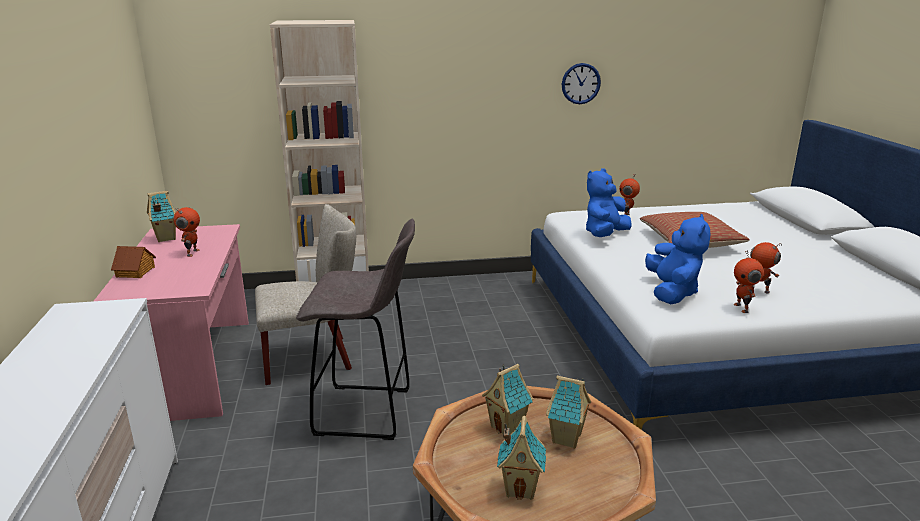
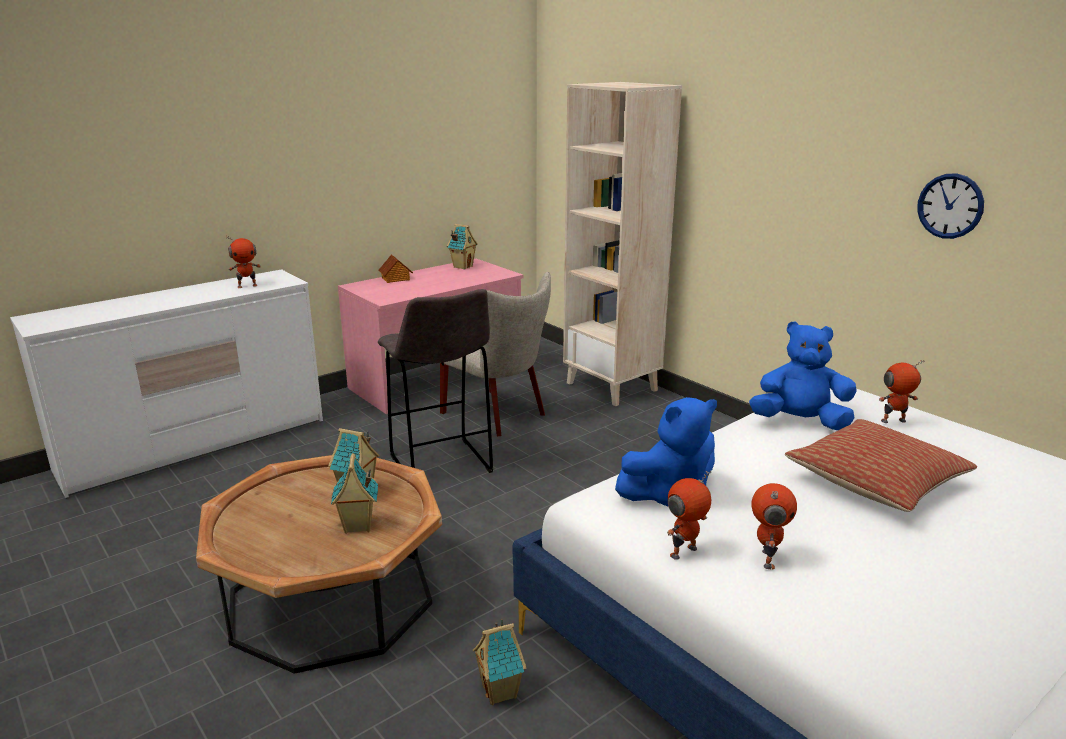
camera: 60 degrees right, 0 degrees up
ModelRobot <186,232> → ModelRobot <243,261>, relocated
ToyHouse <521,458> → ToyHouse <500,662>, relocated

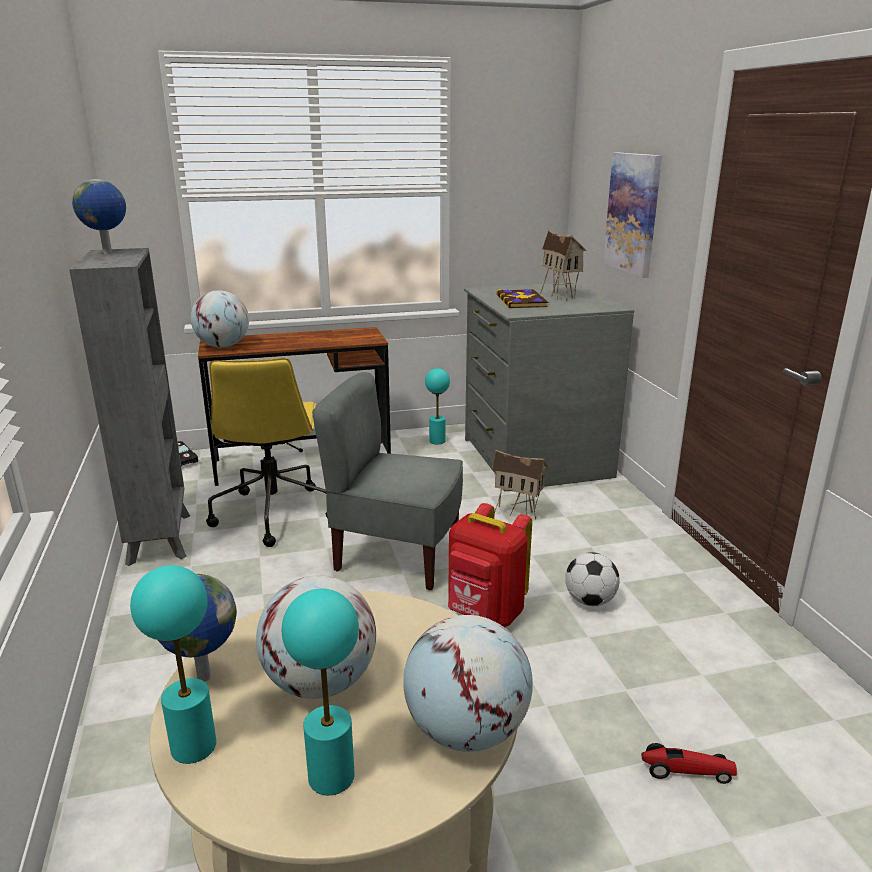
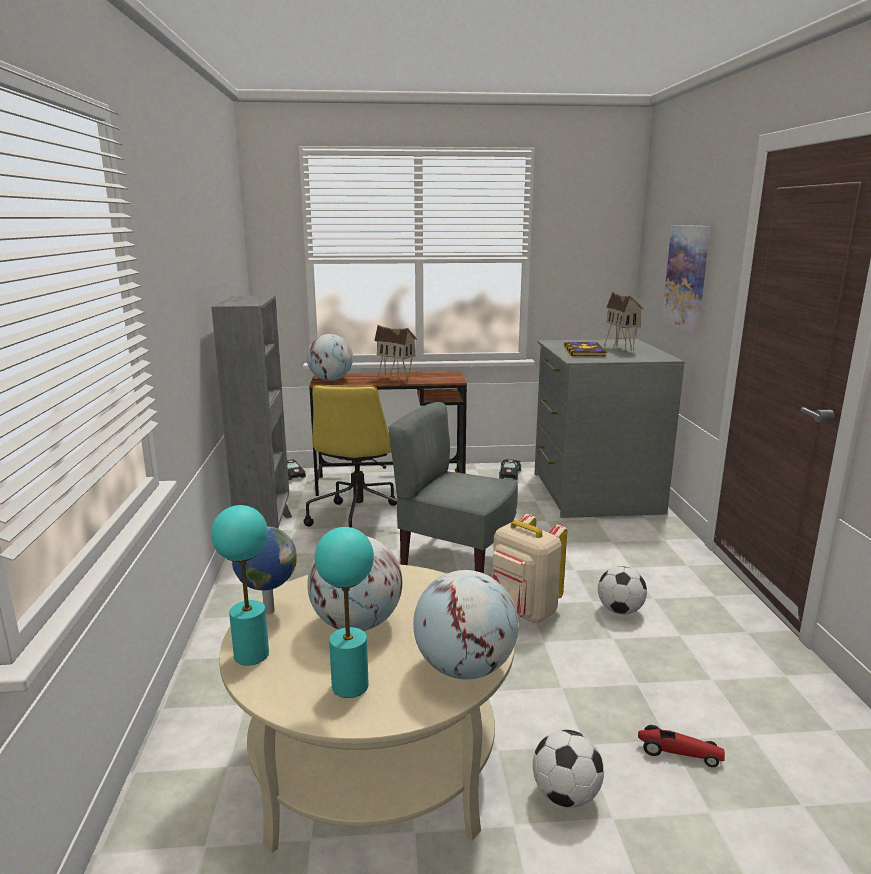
camera: 10 degrees right, 5 degrees down
WorldGlobe <99,216> → -
- → BallForFootball <568,769>
ToyHouse <520,485> → ToyHouse <395,353>, relocated
TurquoiseLampForATable <437,406> → BlackishToyCar <510,469>
ReddishBackpack <490,565> → BeigeColouredBackpack <529,568>

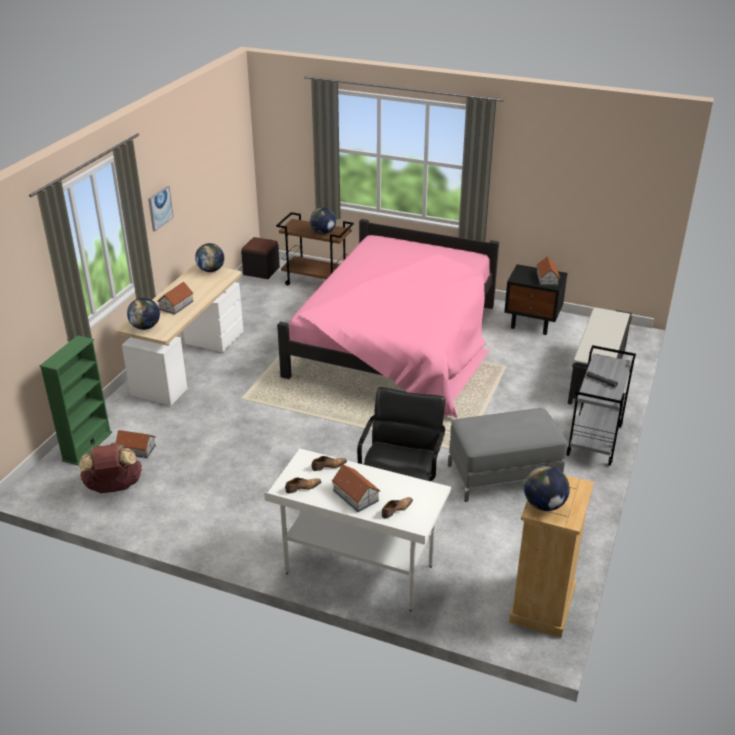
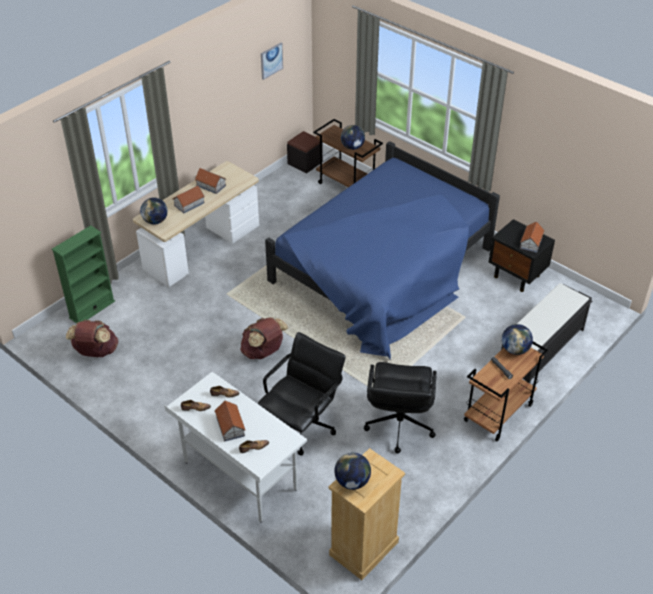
camera: 20 degrees right, 10 degrees up
- → BrownBackpack <264,338>
ToyHouse <136,444> → ToyHouse <210,181>, relocated
WallArt <161,208> → WallArt <272,61>, relocated
WorldGlobe <209,257> → WorldGlobe <517,339>, relocated
GreyFootrest <507,455> → BlackishDeskChair <400,407>
PinkBed <388,318> → BlueColouredBed <382,250>
GreyWheeledCart <601,405> → BrownWheeledCart <506,391>

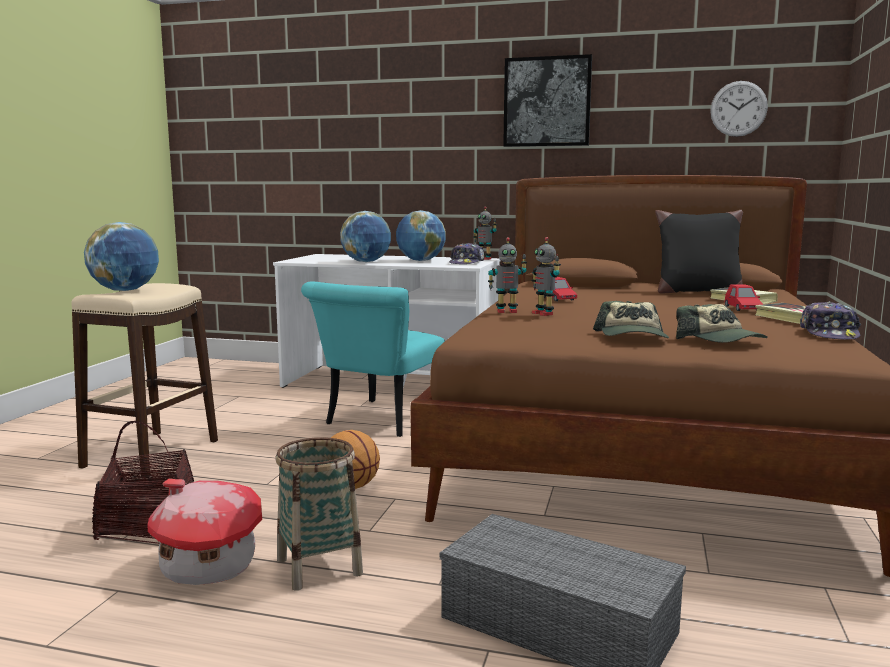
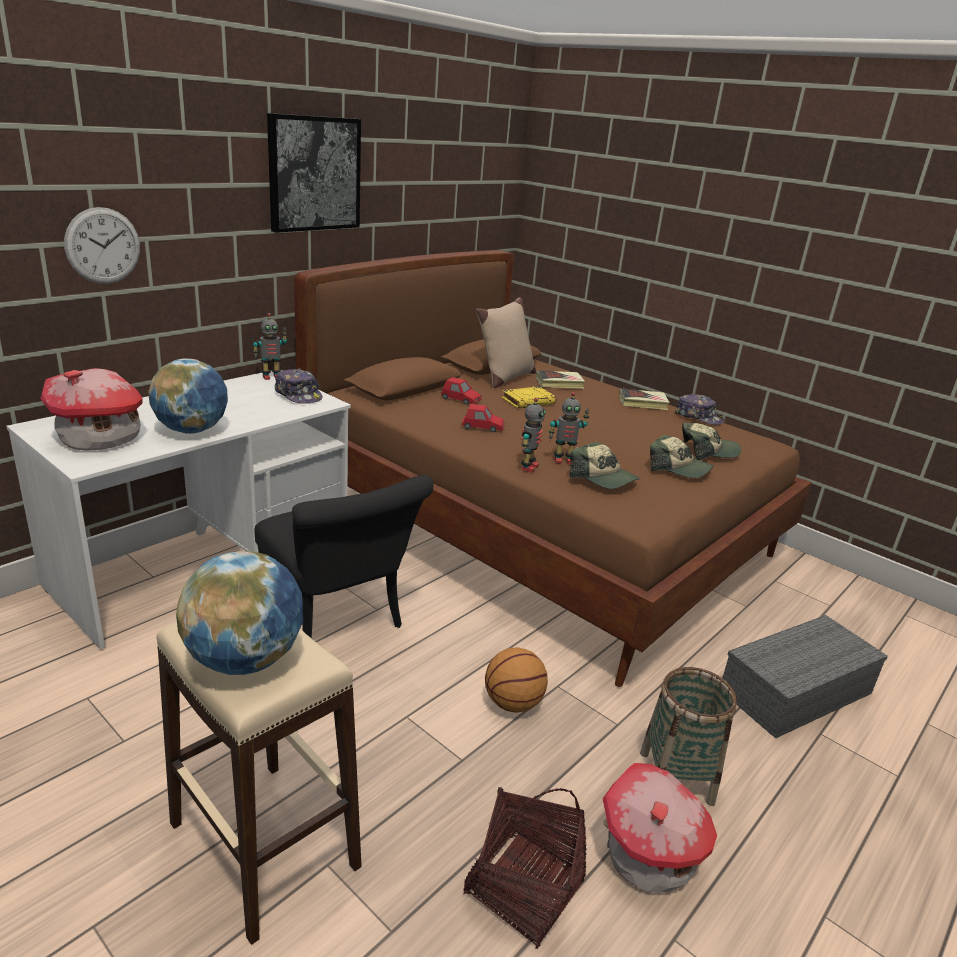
camera: 65 degrees left, 15 degrees up
WorldGlobe <421,235> → -
- → ToyHouse <92,409>
- → YellowColouredBook <529,397>
- → Cap <604,465>
ClockOnTheWall <739,109> → ClockOnTheWall <102,245>, relocated
ReddishToyCar <743,298> → ReddishToyCar <461,391>, relocated
TurquoiseUprightChair <373,359> → BlackishUprightChair <344,557>
BlackishCushion <699,252> → BeigeColouredCushion <506,342>

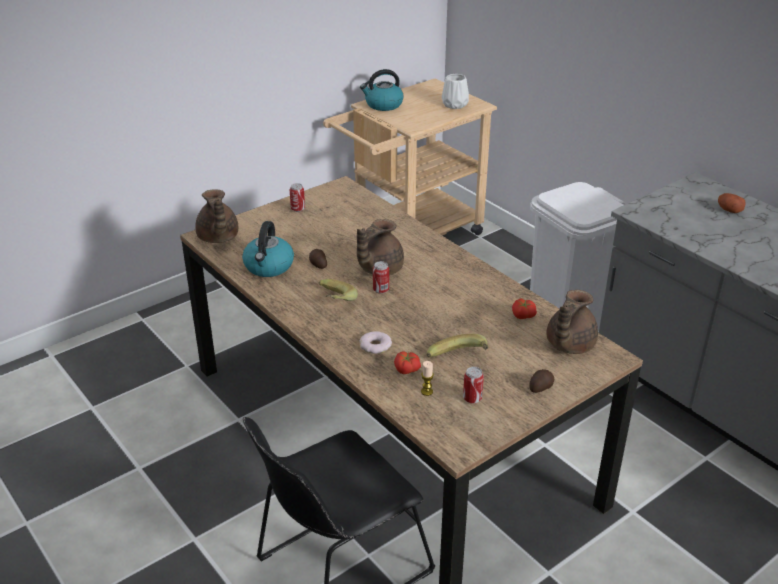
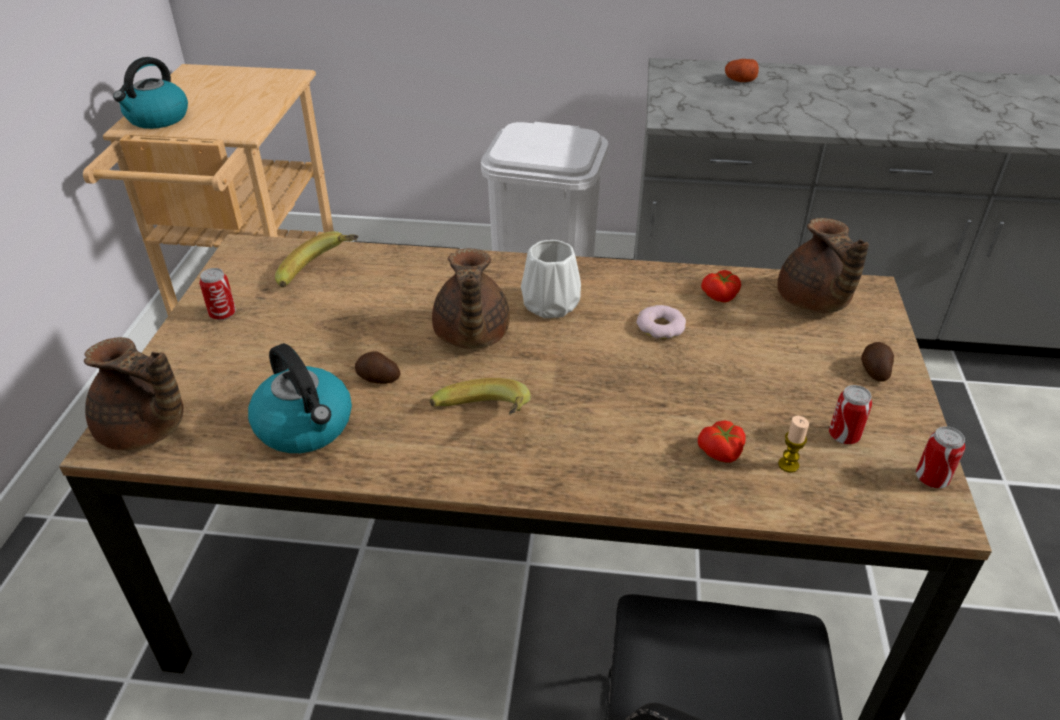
camera: 45 degrees left, 5 degrees up
Doughnut <376,342> → Doughnut <661,322>, relocated
SealedCan <381,277> → SealedCan <940,457>, relocated
BananaFruit <457,345> → BananaFruit <317,259>, relocated
WhiteColouredVase <455,91> → WhiteColouredVase <551,279>, relocated

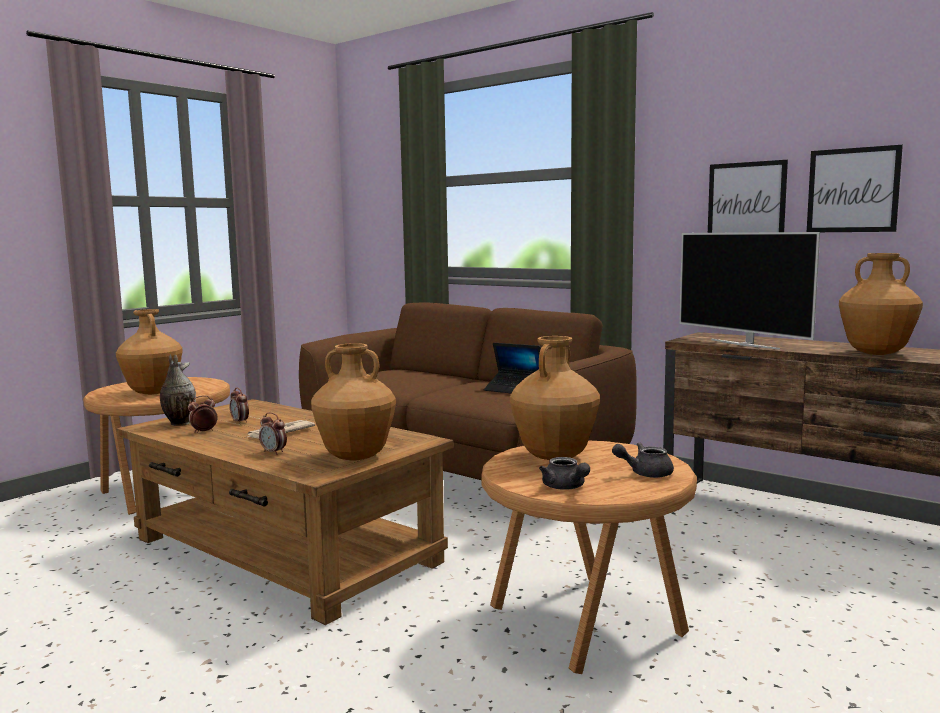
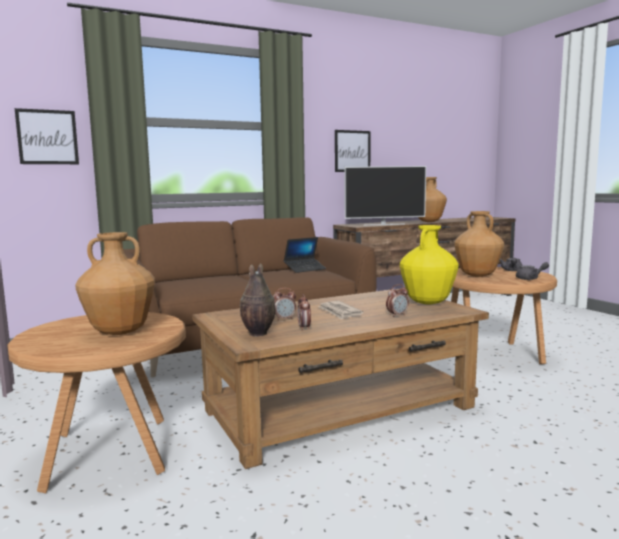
camera: 65 degrees left, 0 degrees up
WallArt <855,188> → WallArt <47,136>, relocated
BrownVase <353,402> → YellowColouredVase <429,265>

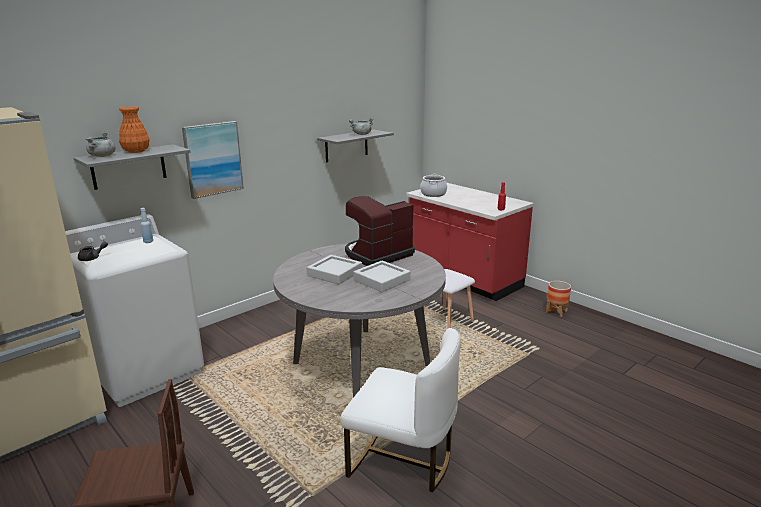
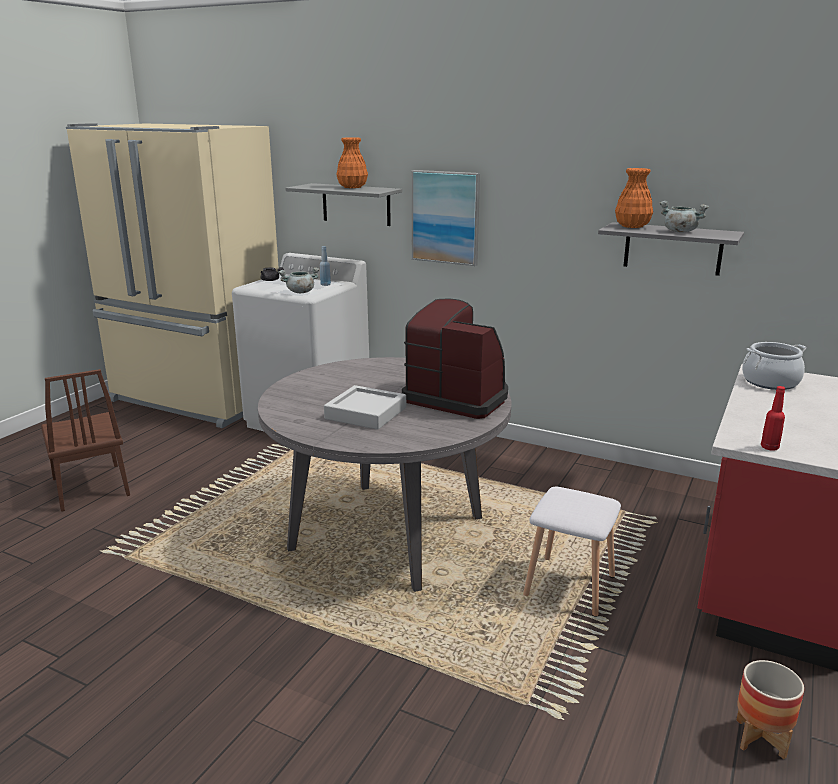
camera: 70 degrees right, 0 degrees up
GreyTray <334,269> → -
WhiteColouredUprightChair <400,410> → -
- → OrangeColouredVase <634,198>
GreyCookingPot <100,144> → GreyCookingPot <298,280>, relocated

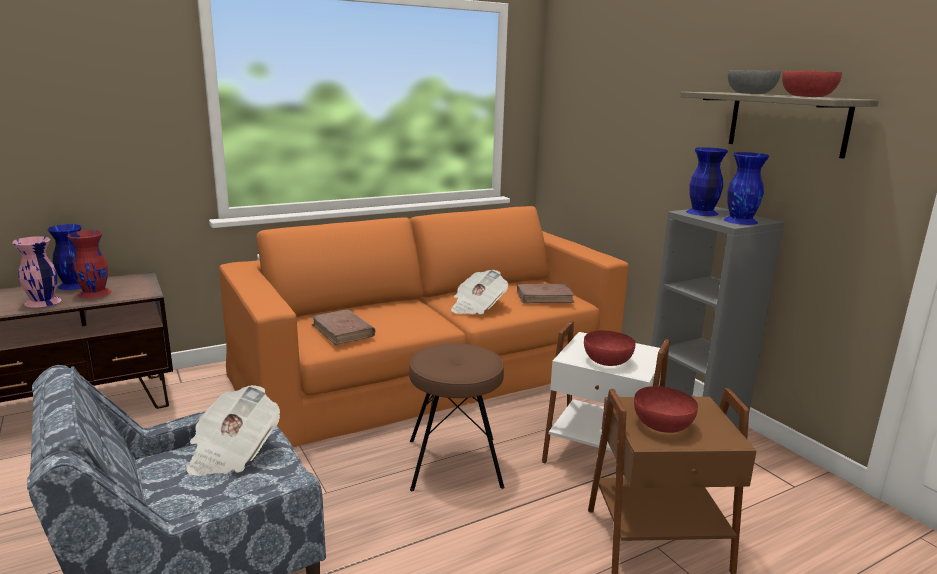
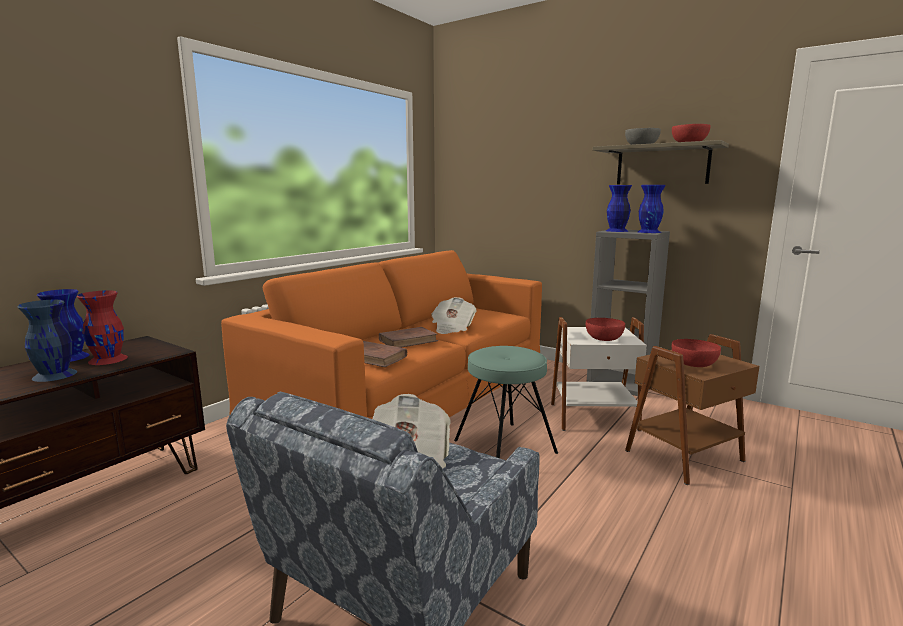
camera: 25 degrees left, 5 degrees down
BrownBook <546,293> → BrownBook <408,337>, relocated
PinkVase <37,271> → BlueColouredVase <47,341>
BrownSittingStool <457,417> → TurquoiseSittingStool <506,402>

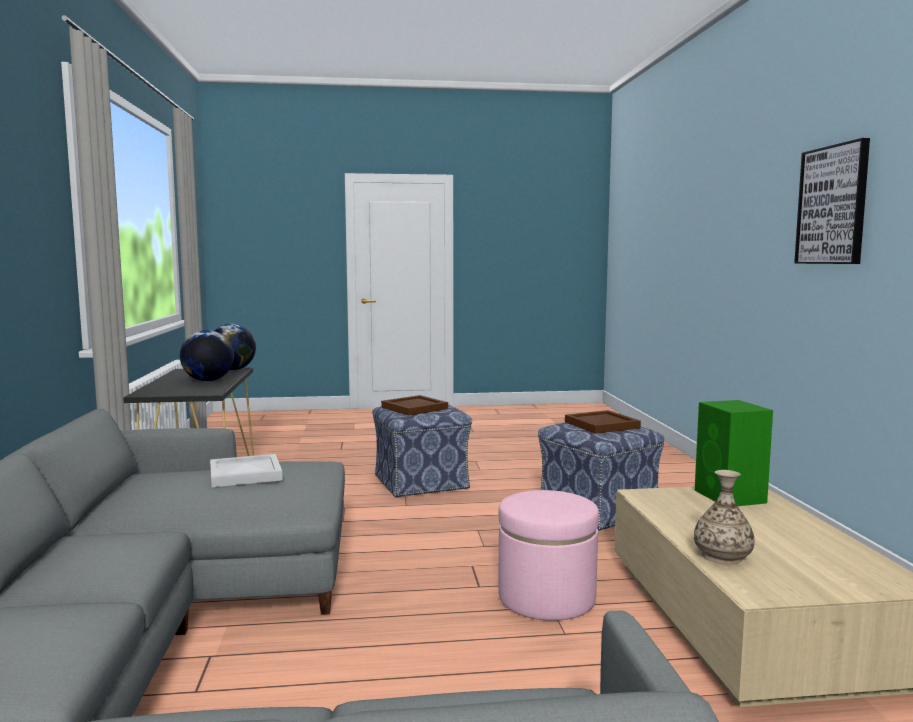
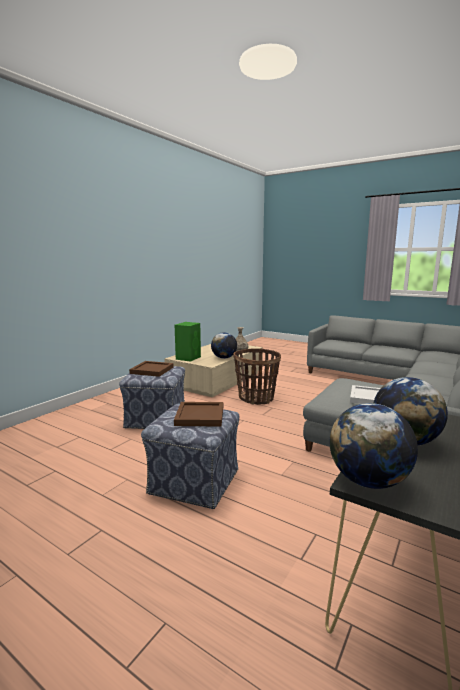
camera: 140 degrees left, 5 degrees up
WallArt <832,201> → -
- → WorldGlobe <224,345>
PinkFootrest <548,555> → Basket <257,376>

